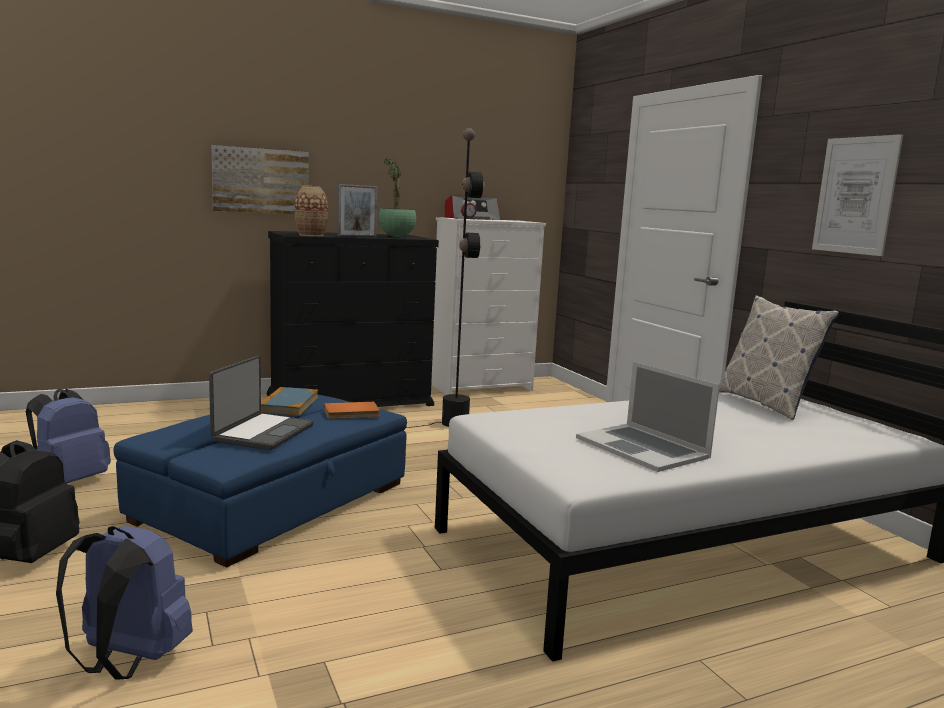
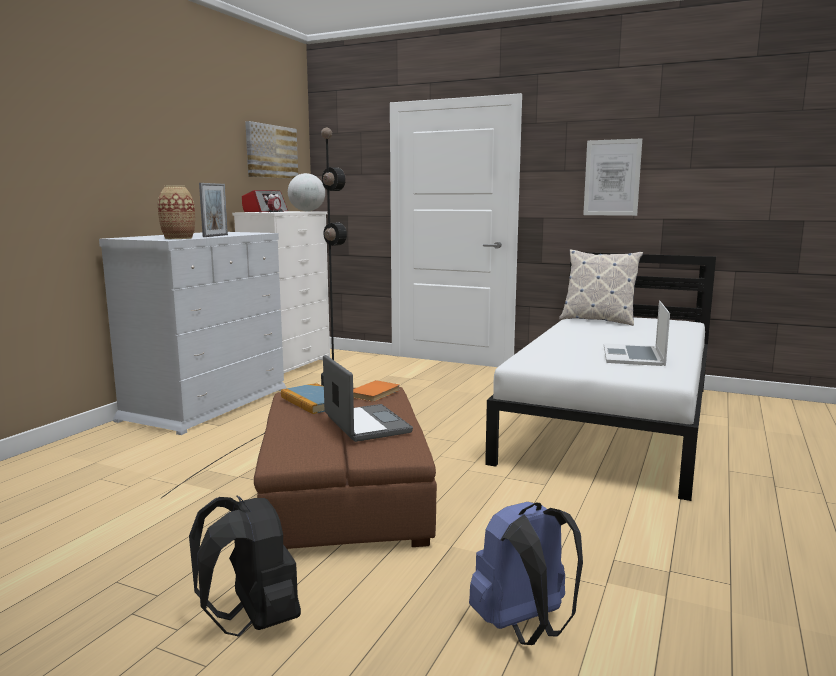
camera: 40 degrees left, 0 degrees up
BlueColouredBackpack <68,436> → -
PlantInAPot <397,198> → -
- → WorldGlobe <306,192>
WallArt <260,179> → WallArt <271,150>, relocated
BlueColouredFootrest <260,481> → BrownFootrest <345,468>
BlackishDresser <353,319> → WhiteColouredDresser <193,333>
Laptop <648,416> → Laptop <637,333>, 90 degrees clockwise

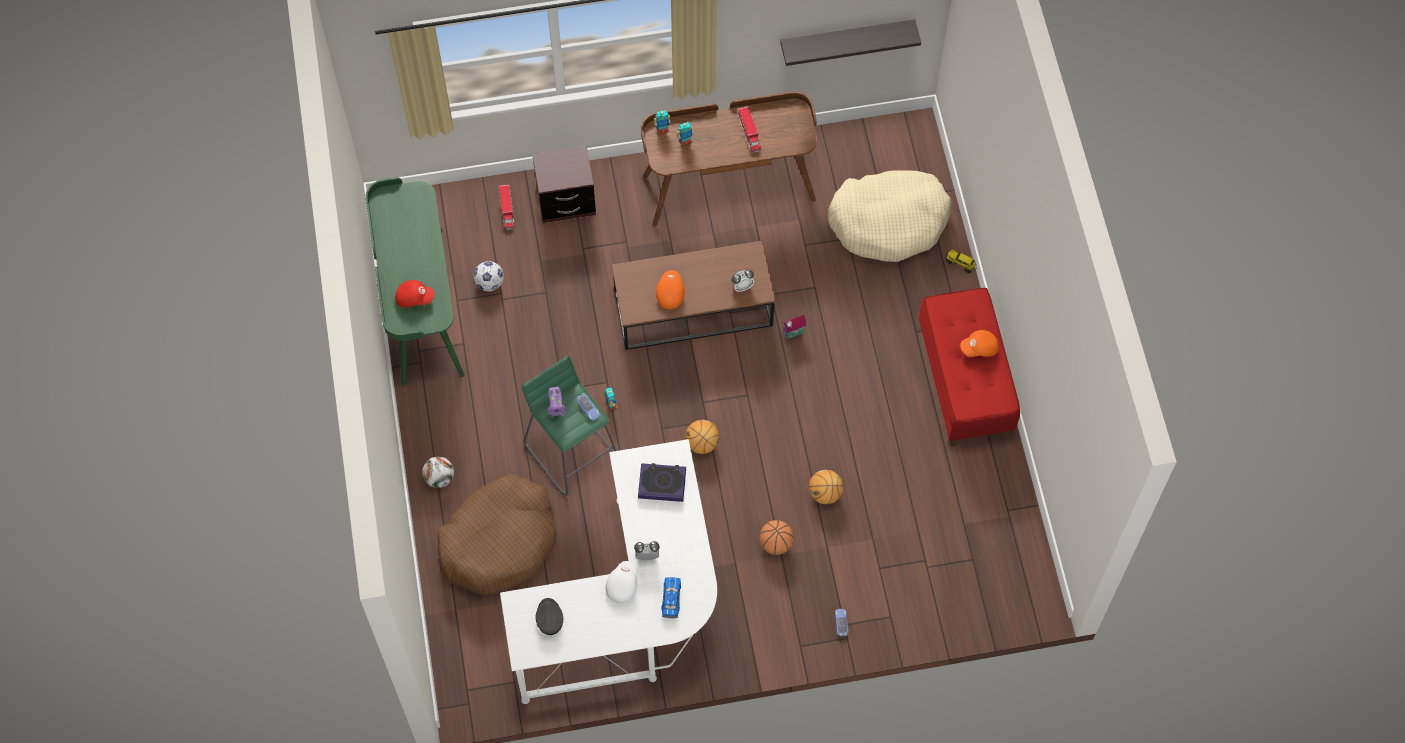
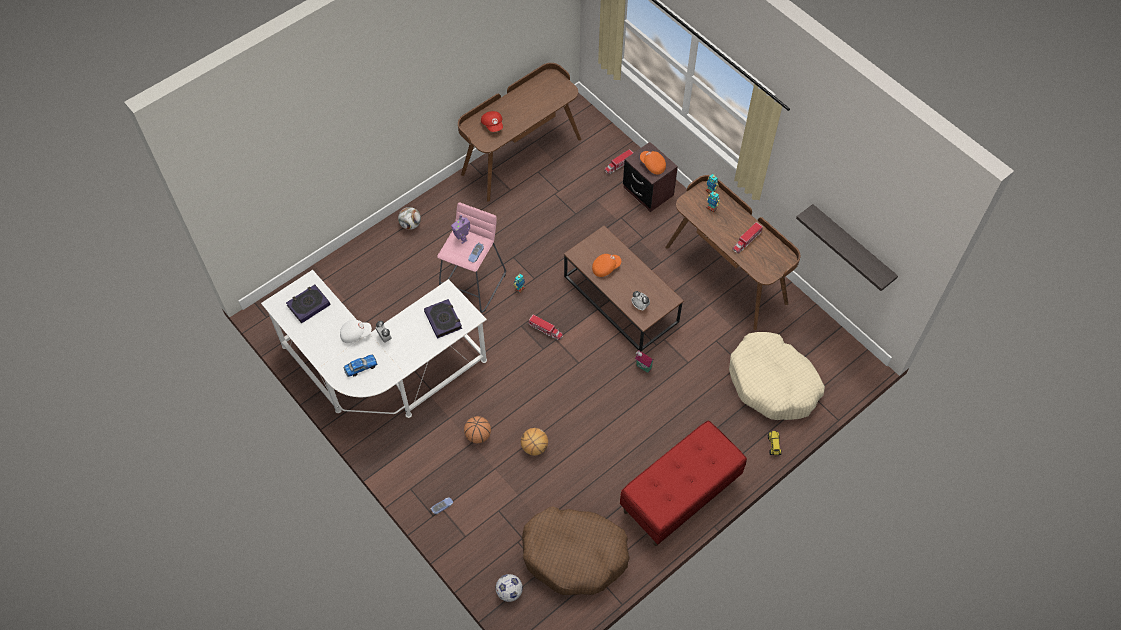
camera: 60 degrees right, 5 degrees down
Basketball <702,437> → -
- → ToyTruck <545,327>
BrownPetBed <496,534> → BrownPetBed <576,550>, relocated
BallForFootball <488,276> → BallForFootball <509,588>, relocated
OrangeColouredCap <979,343> → OrangeColouredCap <653,163>, relocated
GreyCap <550,616> → Book <308,304>
GreenishDeskUnit <415,282> → BrownDeskUnit <520,132>
GreenishSittingStool <569,426> → PinkSittingStool <471,257>

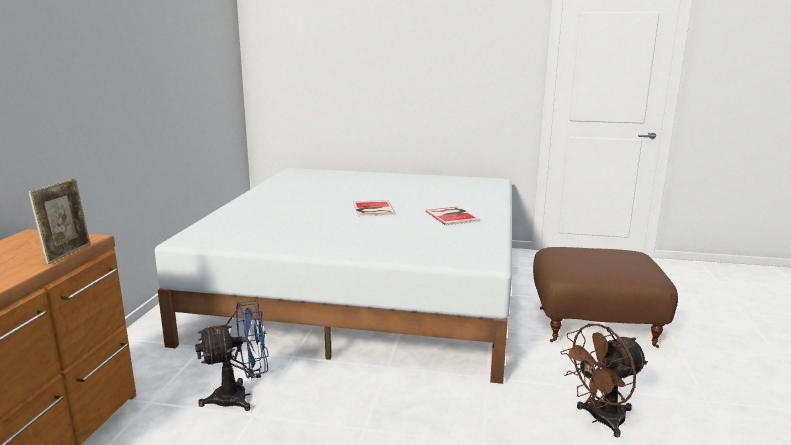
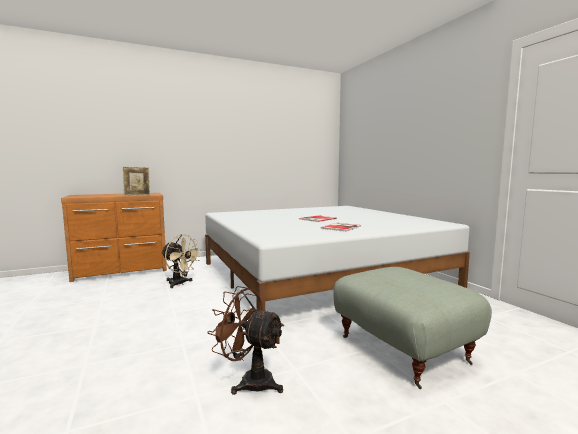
camera: 55 degrees right, 10 degrees down
BlueColouredCoolingFan <232,355> → BeigeColouredCoolingFan <181,261>
BrownFootrest <605,297> → GreyFootrest <412,328>

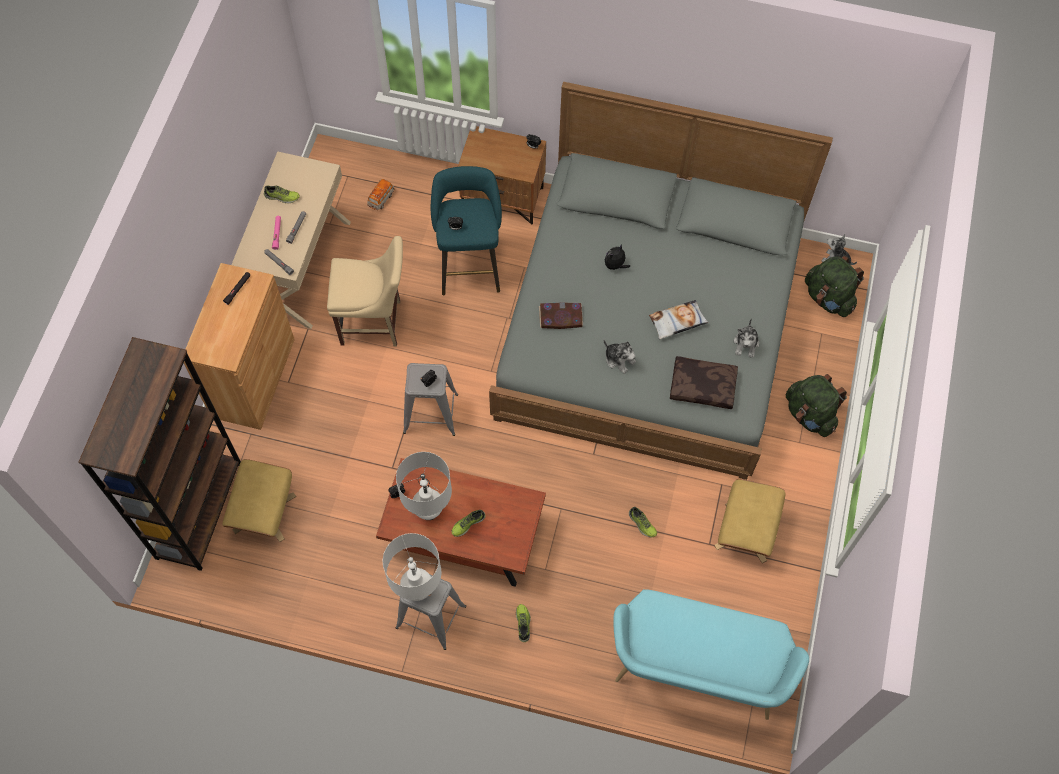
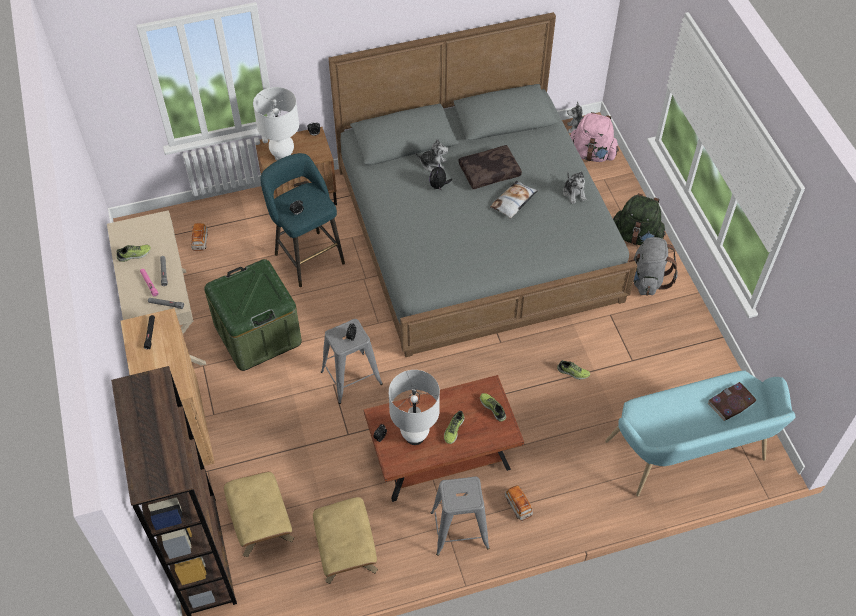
camera: 30 degrees left, 10 degrees down
- → ToyCar <519,503>
- → GreyBackpack <653,266>
WhiteColouredLampForATable <412,567> → WhiteColouredLampForATable <276,124>, relocated
Shoe <523,623> → Shoe <493,407>, relocated
Book <561,315> → Book <732,401>, relocated
CuddlyToy <620,357> → CuddlyToy <431,155>, relocated
BrownCushion <704,382> → BrownCushion <490,167>, relocated
BeigeColouredFootrest <749,521> → BeigeColouredFootrest <345,540>, relocated
BeigeColouredUprightChair <365,291> → GreenishStorageBox <253,315>
GreenishBackpack <834,286> → PinkBackpack <594,137>

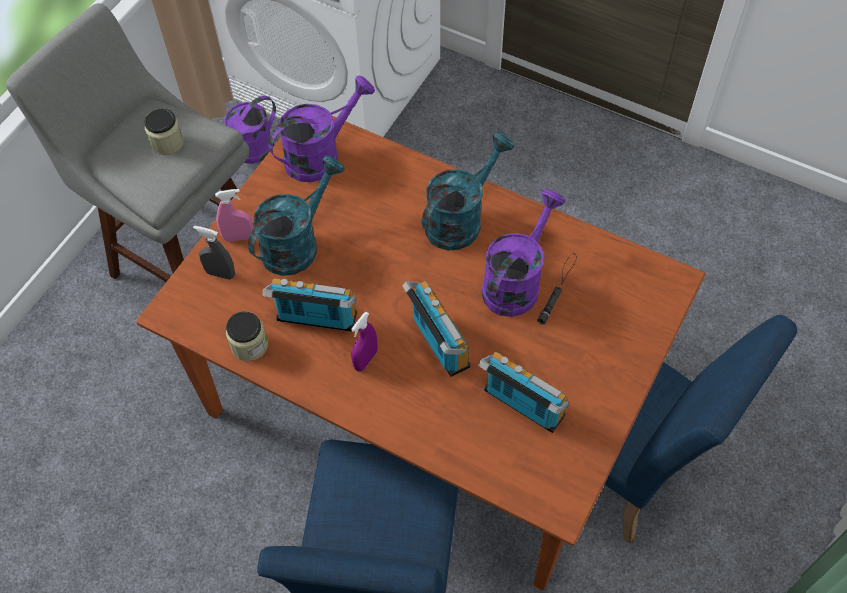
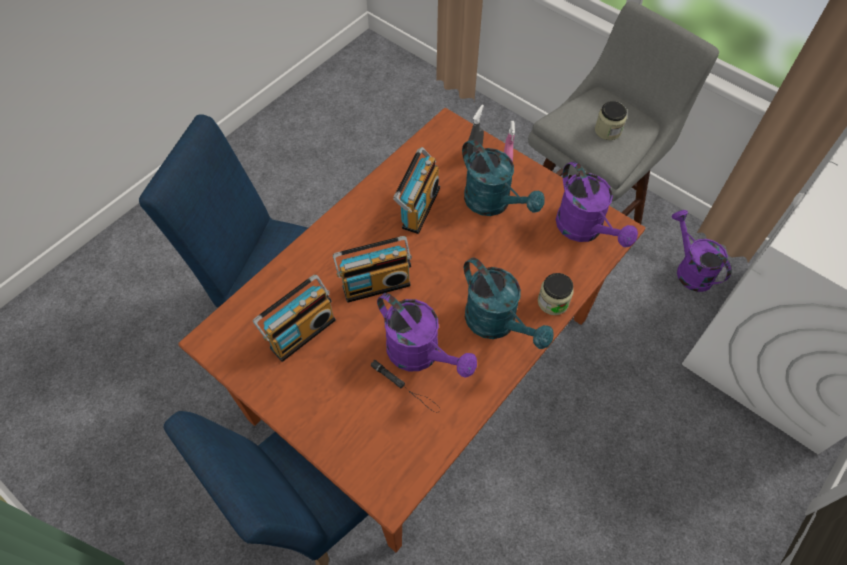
camera: 100 degrees right, 0 degrees up
PurpleSprayer <364,342> → -
Jar <247,336> → Jar <556,294>, relocated

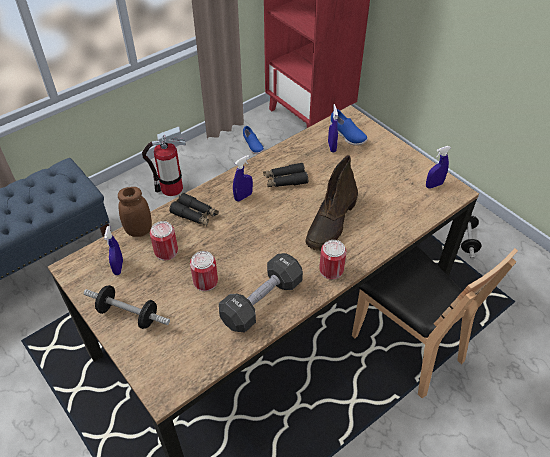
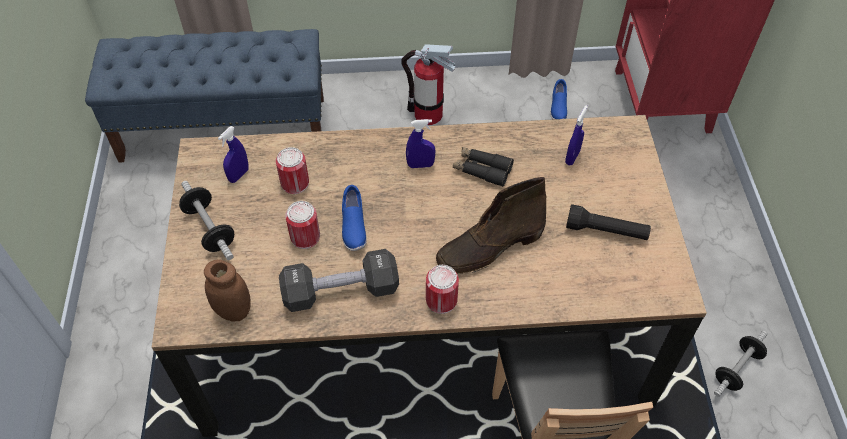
camera: 35 degrees right, 5 degrees up
BlackishPairOfBinoculars <194,209> → -
BlueColouredSprayer <438,167> → -
- → BlackishTorch <608,222>
BrownJar <135,212> → BrownJar <227,290>, relocated
BlueColouredShoe <349,127> → BlueColouredShoe <354,218>, relocated

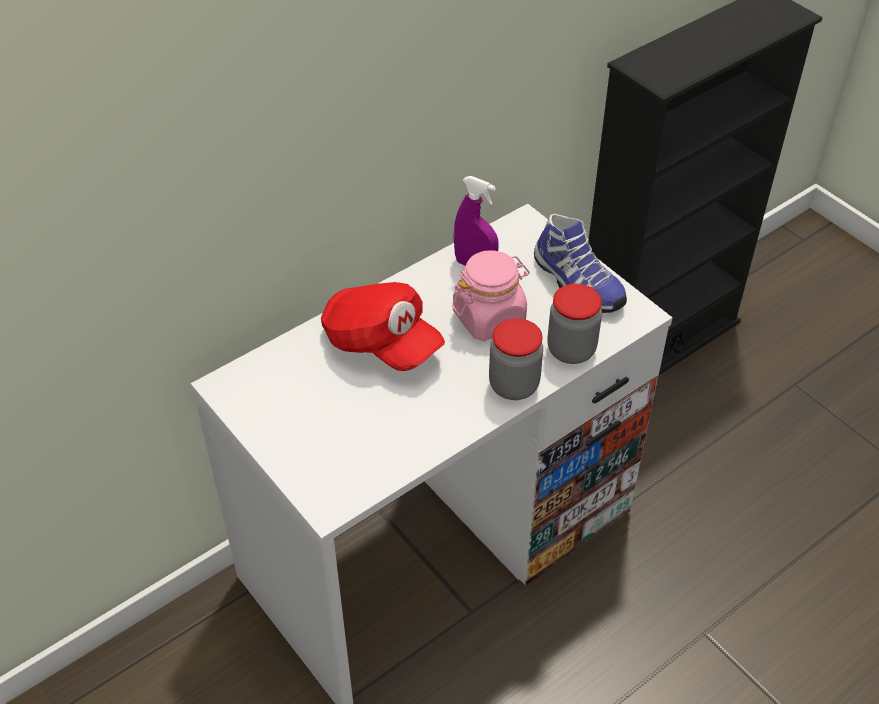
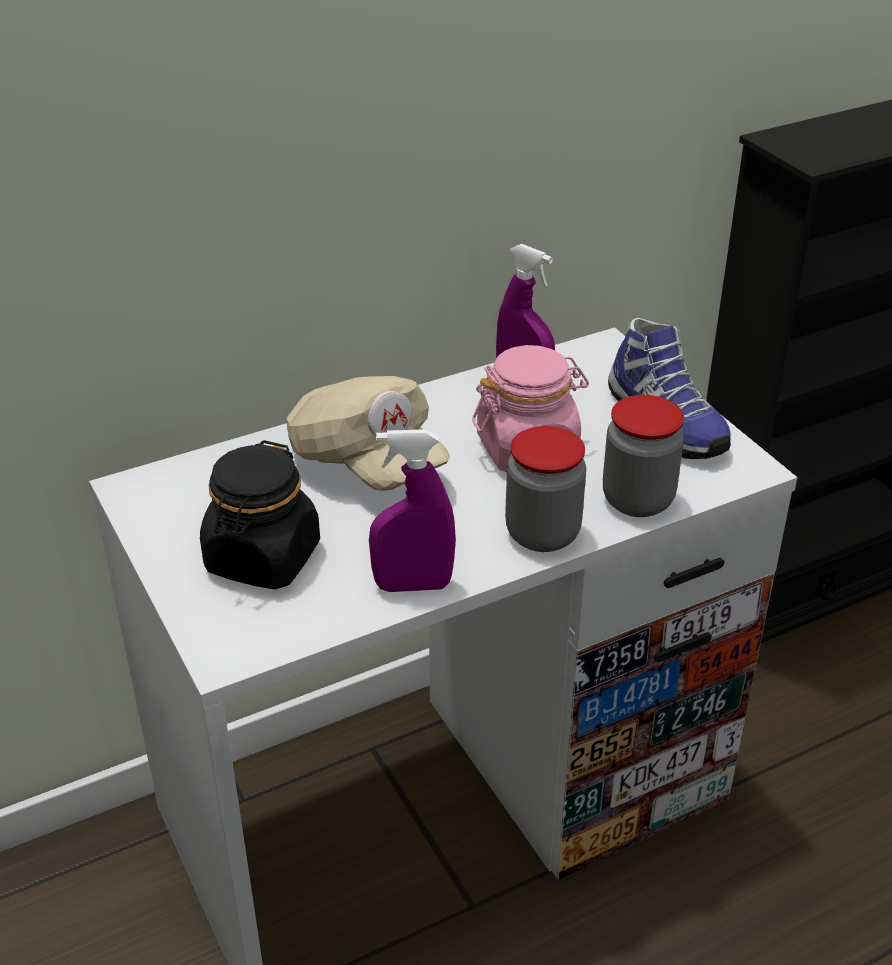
camera: 10 degrees right, 10 degrees down
- → BlackishJar <260,514>
- → PurpleSprayer <412,510>
ReddishCap <383,326> → BeigeColouredCap <368,433>

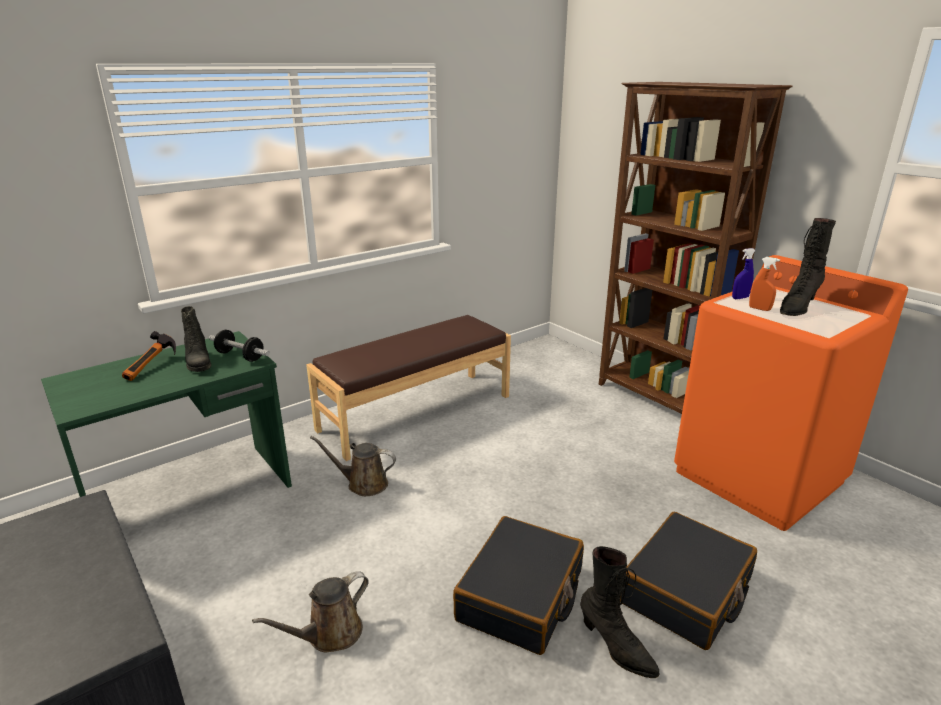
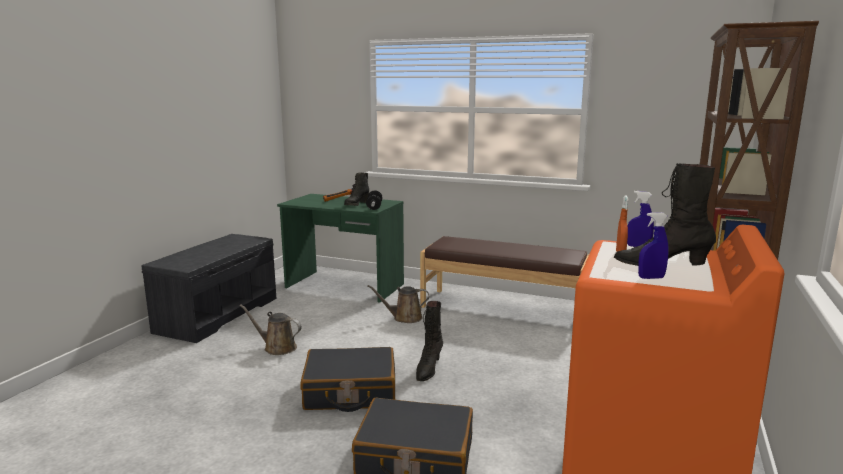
camera: 60 degrees right, 10 degrees down
- → BlueColouredSprayer <653,245>
BlackishBoot <619,612> → BlackishBoot <429,341>, relocated
BrownWateringPot <353,466> → BrownWateringPot <398,304>, 75 degrees counterclockwise

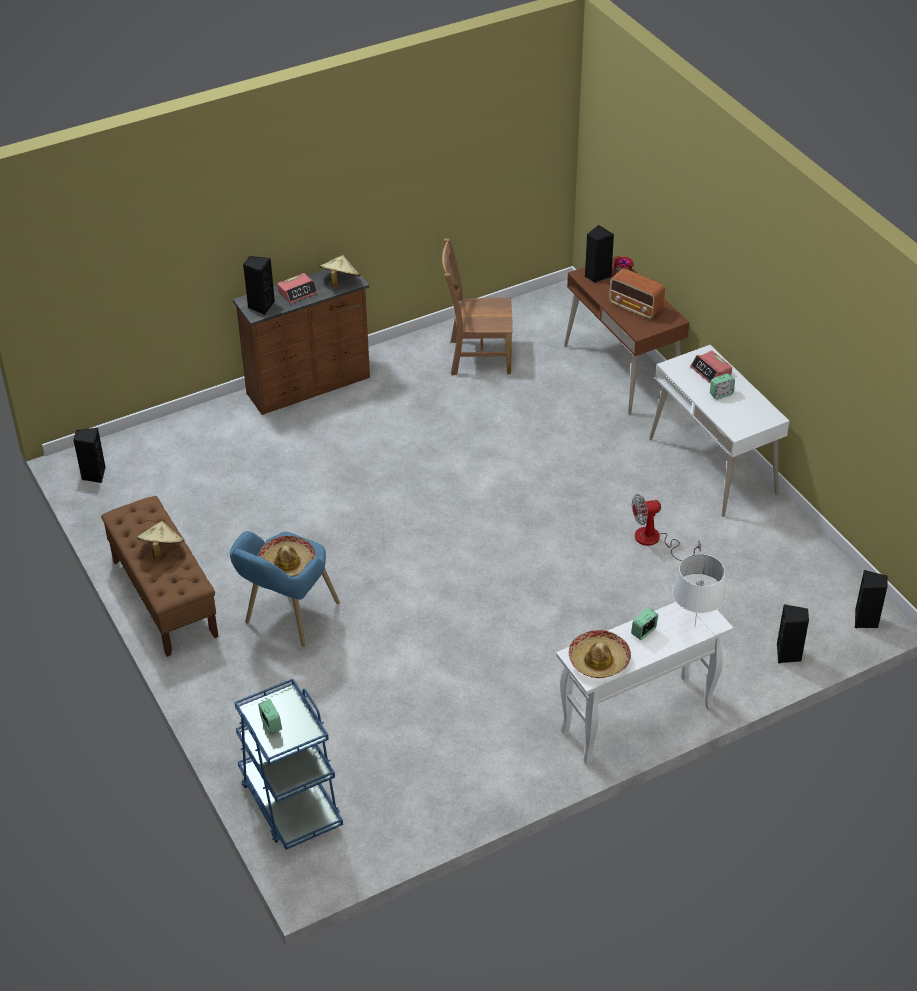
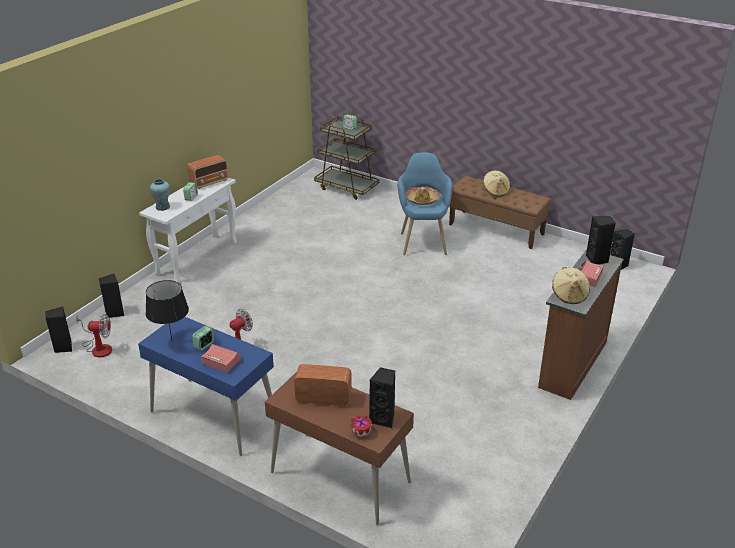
camera: 150 degrees right, 10 degrees down
BrownUprightChair <477,306> → -
- → CoolingFan <94,336>
- → BlackishLampForATable <167,310>
WearableHat <600,654> → RadioSet <208,172>
WhiteColouredLampForATable <699,589> → TurquoiseVase <160,195>
BlueColouredWheeledCart <289,764> → BrownWheeledCart <347,157>
WhiteColouredDeskUnit <720,431> → BlueColouredDeskUnit <206,386>

